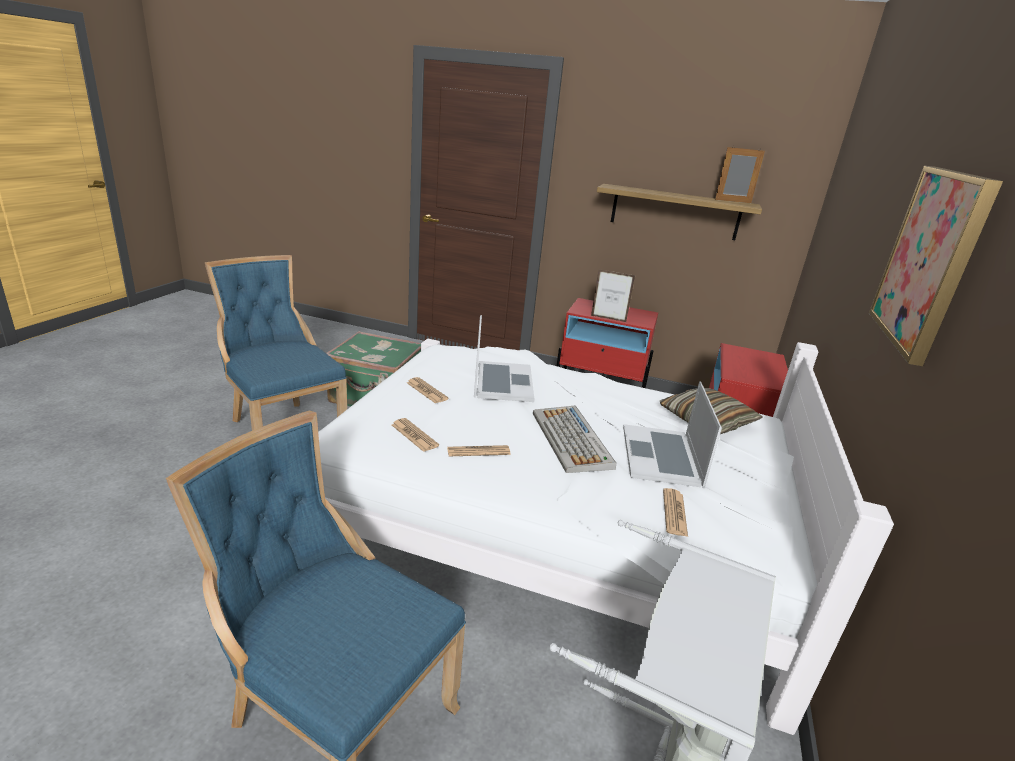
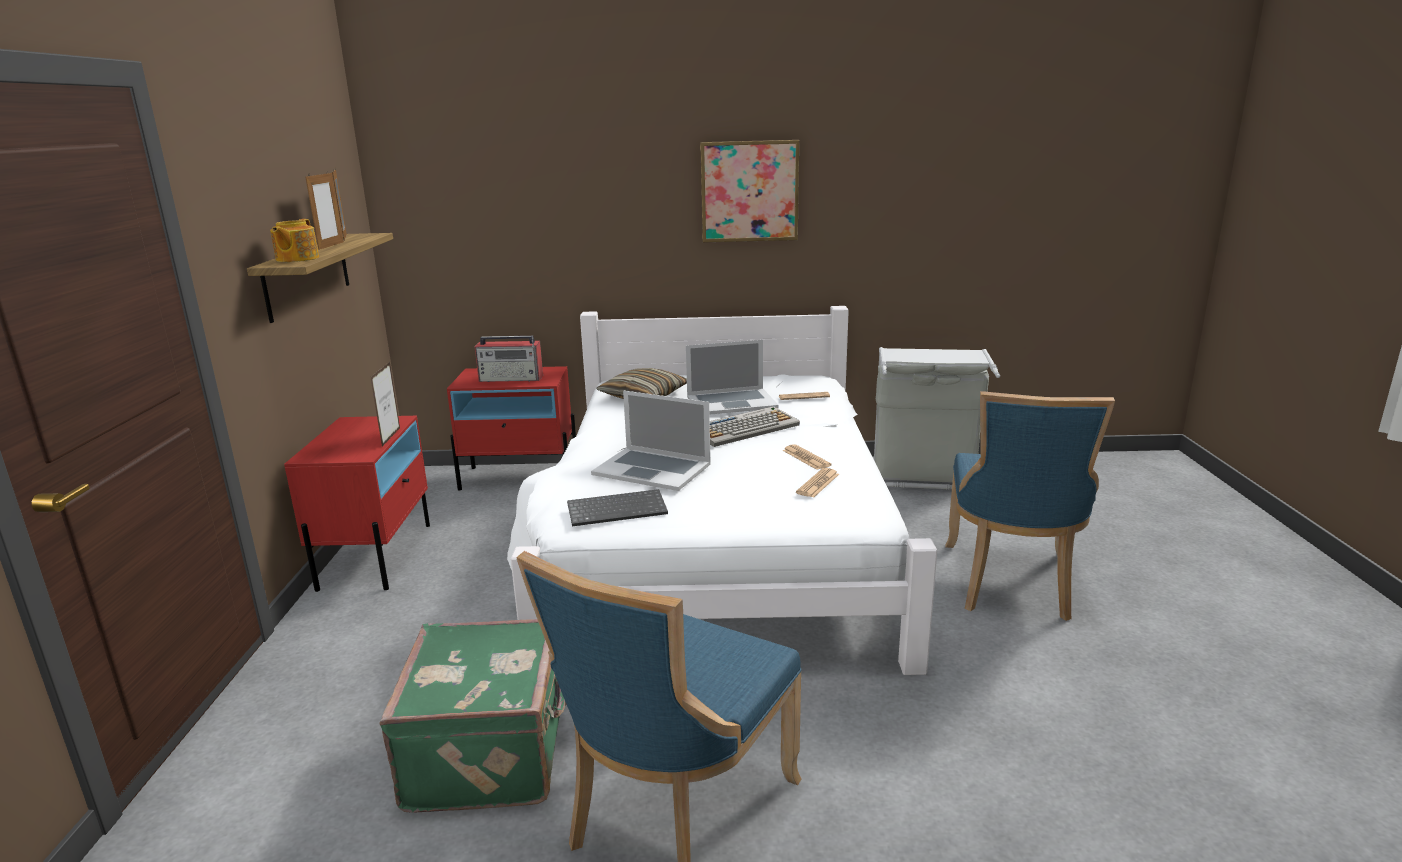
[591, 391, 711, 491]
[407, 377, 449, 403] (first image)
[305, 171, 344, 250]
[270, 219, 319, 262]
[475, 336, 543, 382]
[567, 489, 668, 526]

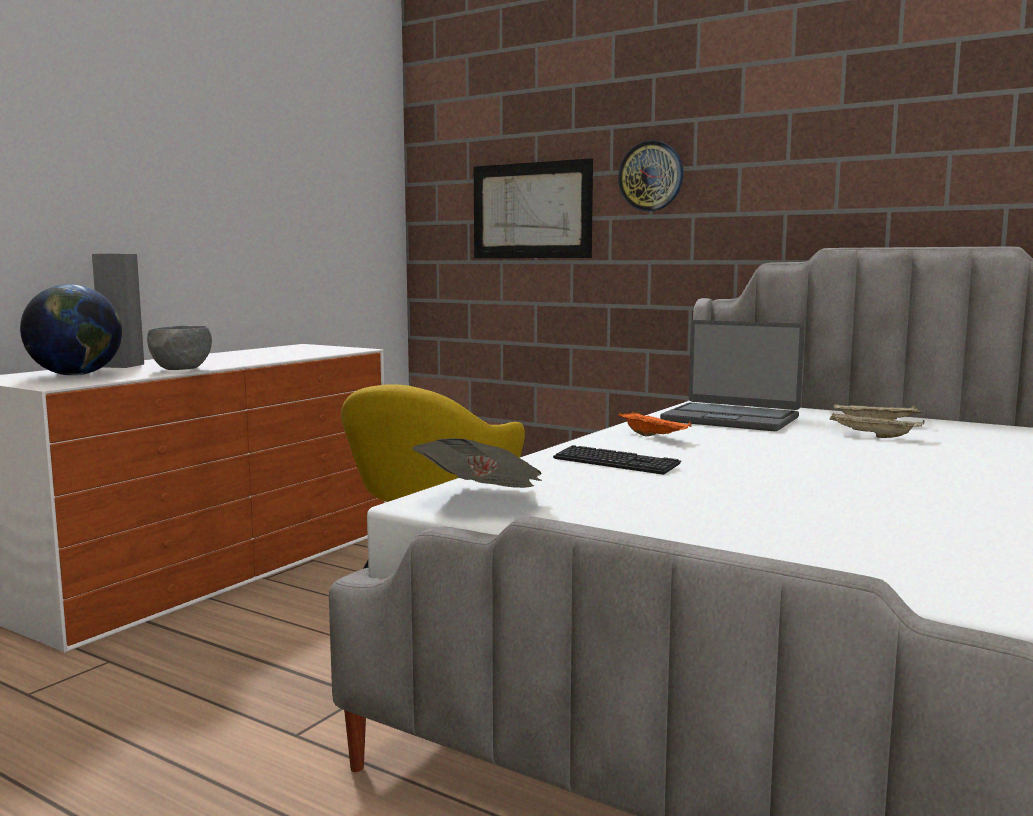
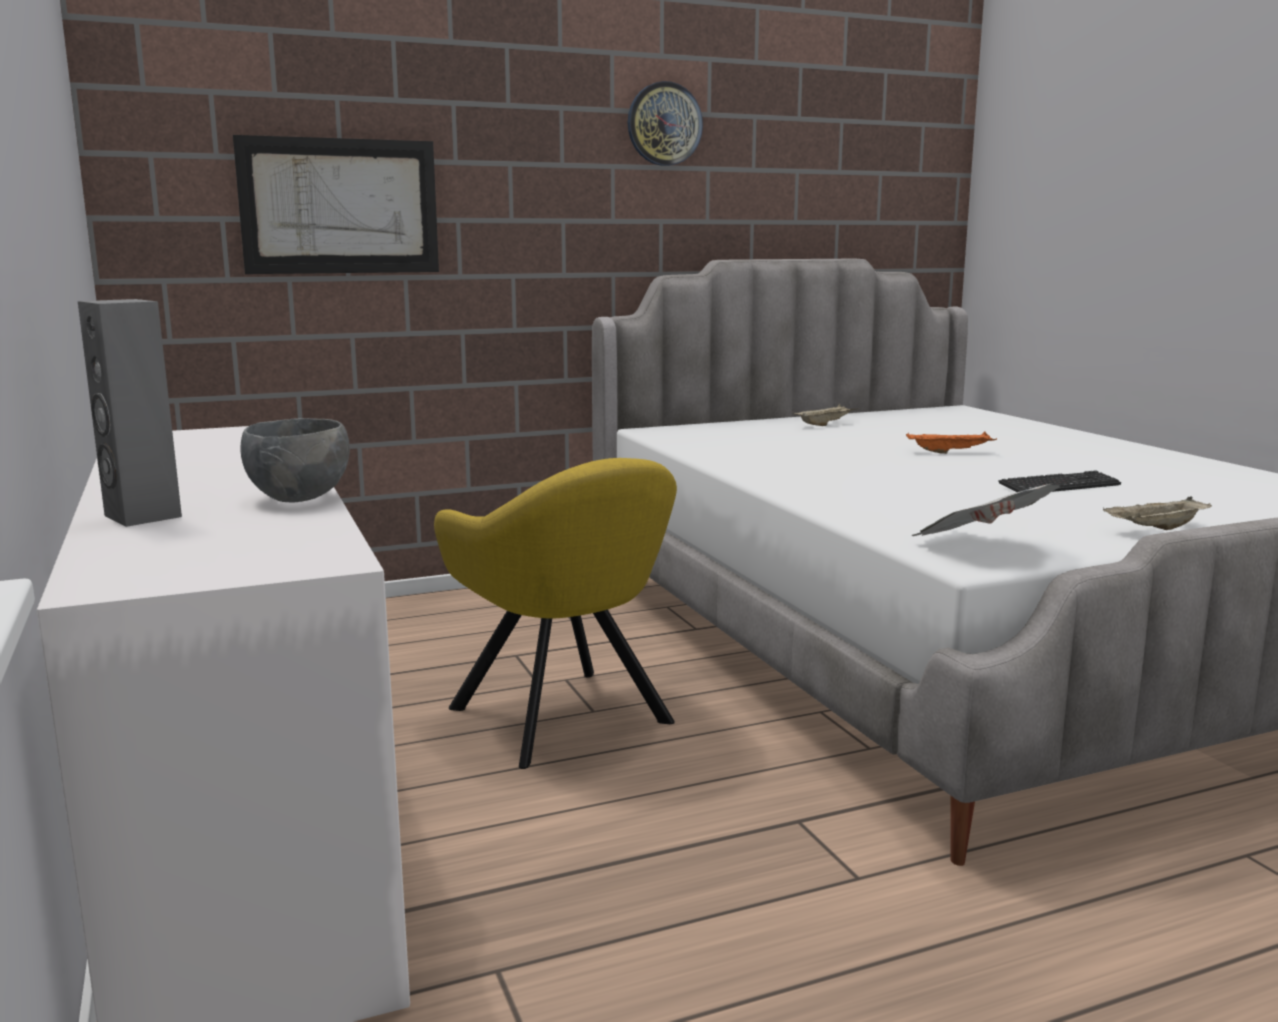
[628, 81, 703, 166]
[20, 284, 122, 376] (first image)
[660, 320, 804, 431] (first image)
[906, 432, 997, 454]
[1103, 496, 1212, 530]
[998, 470, 1121, 492]

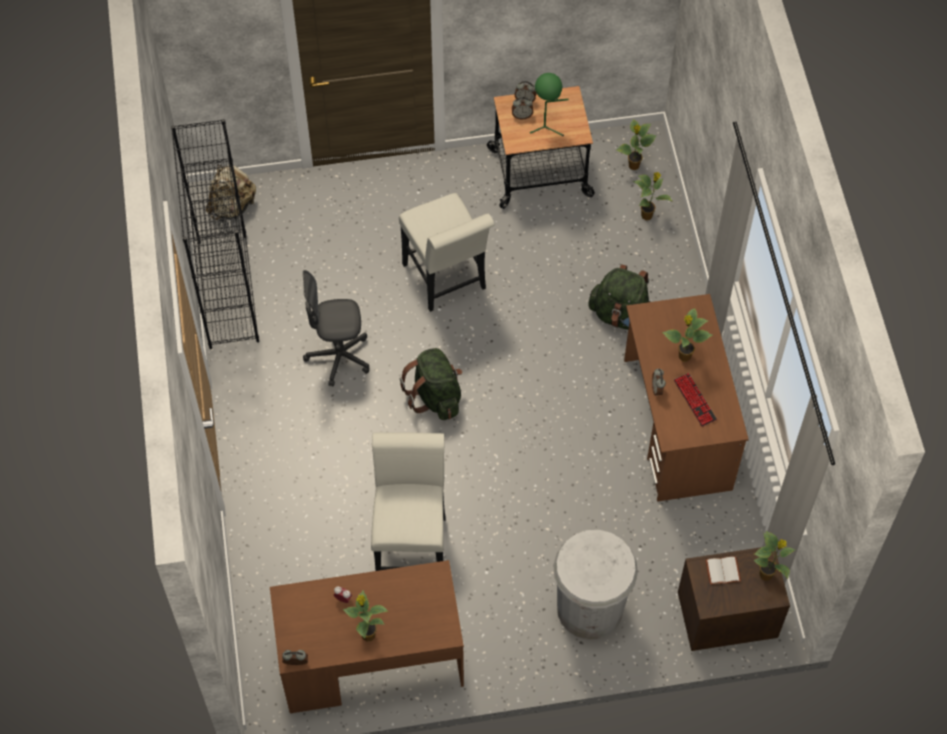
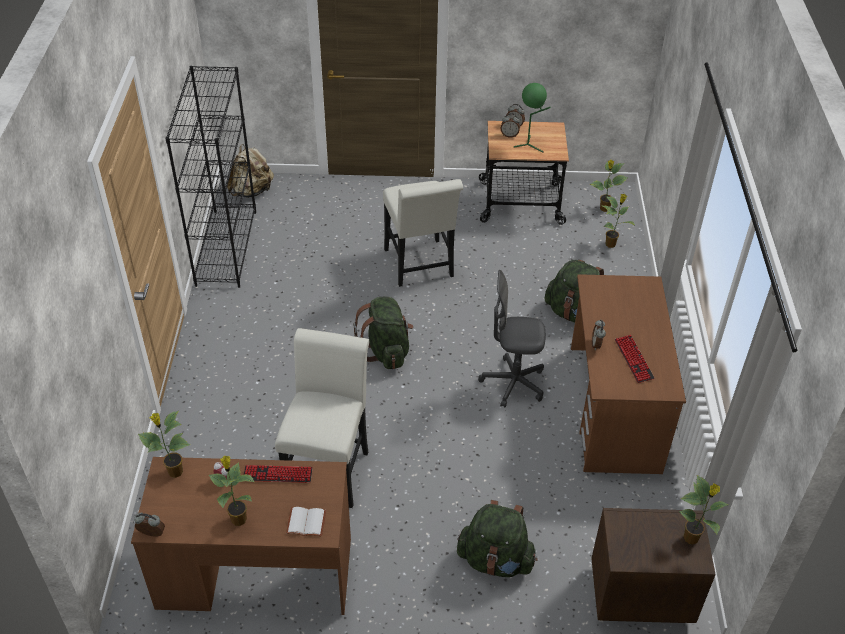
[478, 270, 545, 408]
[138, 411, 190, 478]
[457, 500, 538, 577]
[286, 507, 326, 536]
[244, 465, 313, 483]

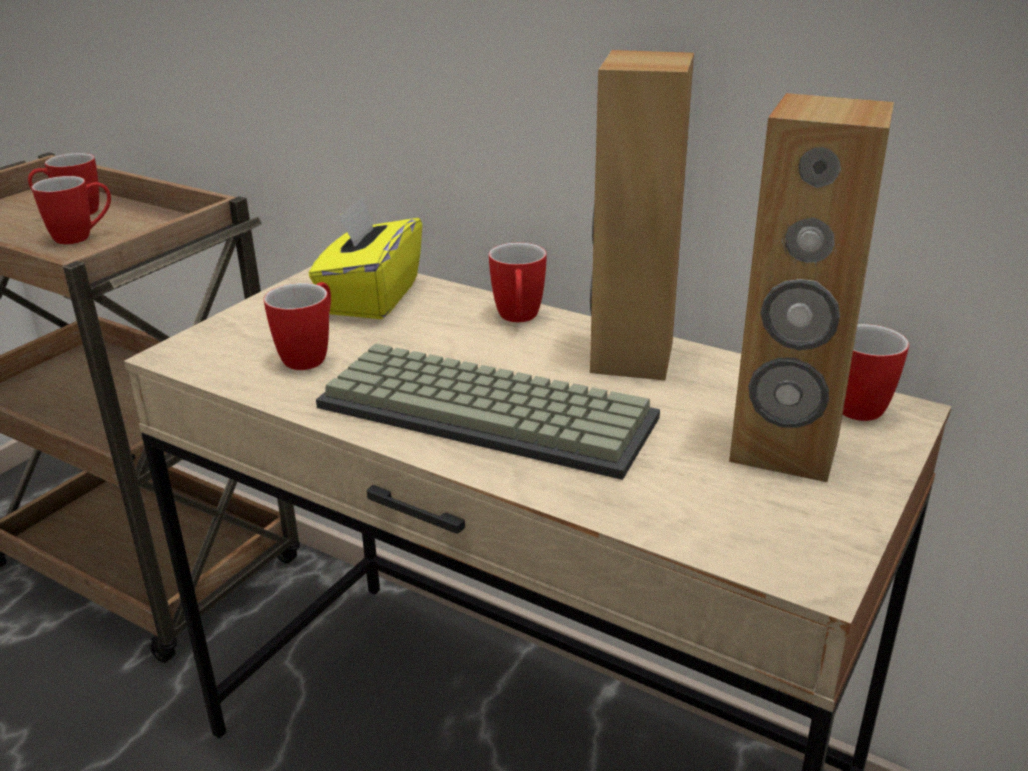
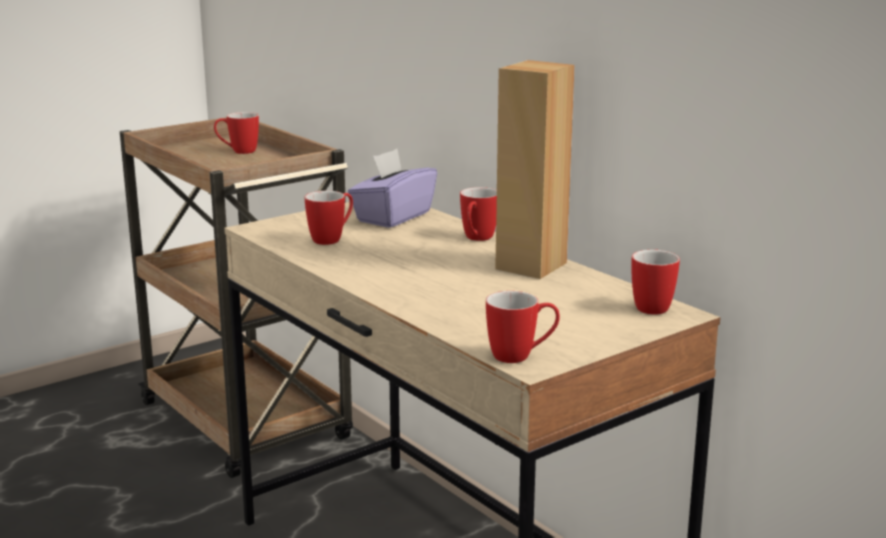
[729, 93, 894, 482] (first image)
[486, 291, 560, 363]
[348, 149, 437, 228]
[316, 343, 660, 480] (first image)

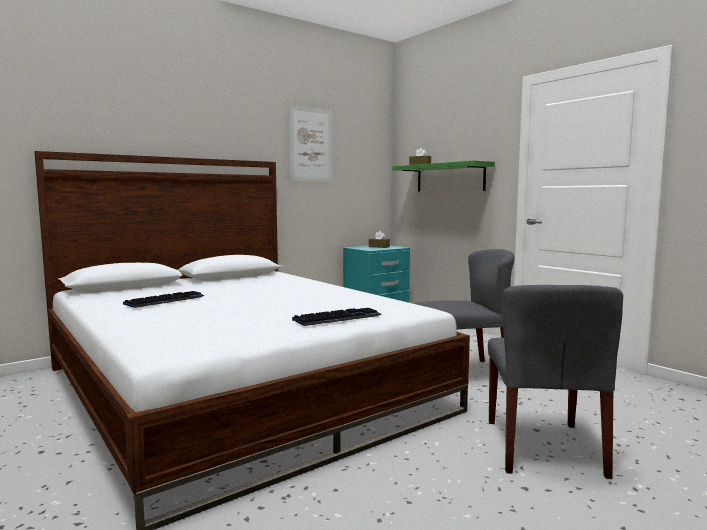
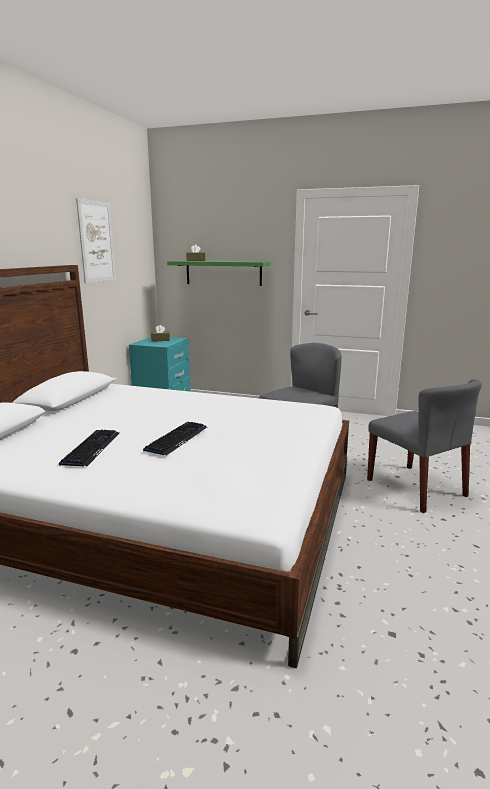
[143, 422, 207, 456]

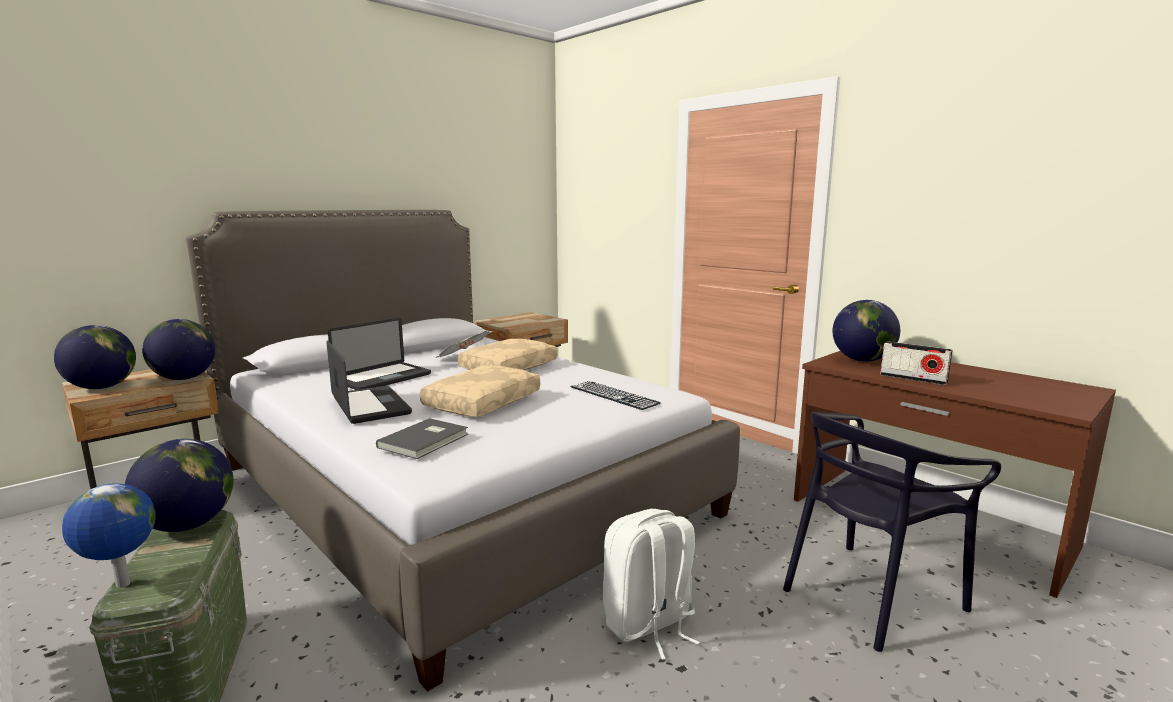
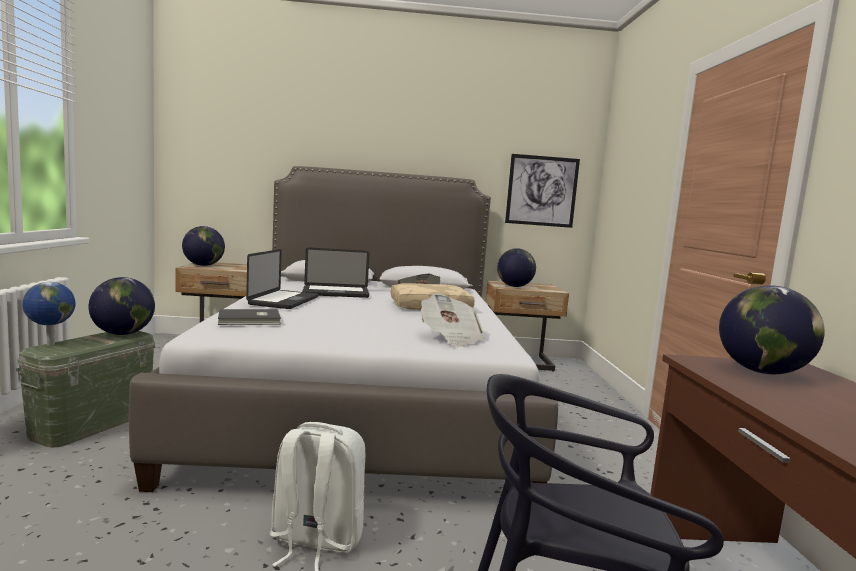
[497, 248, 536, 287]
[880, 341, 953, 385] (first image)
[420, 365, 540, 417] (first image)
[421, 294, 484, 347]
[505, 154, 580, 228]

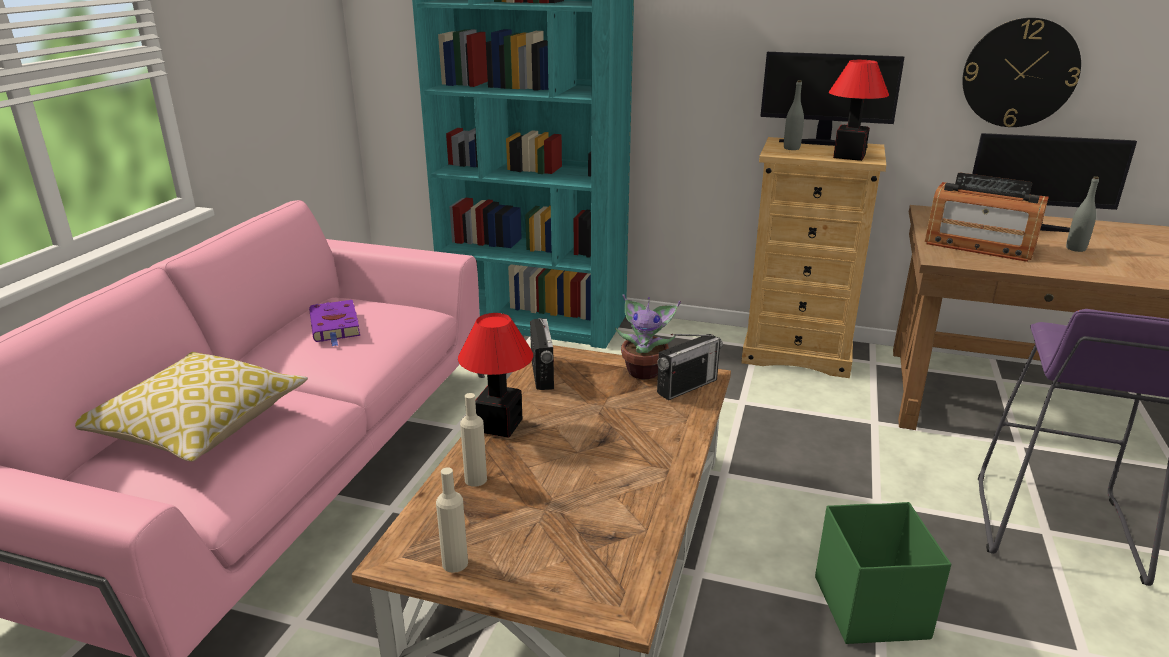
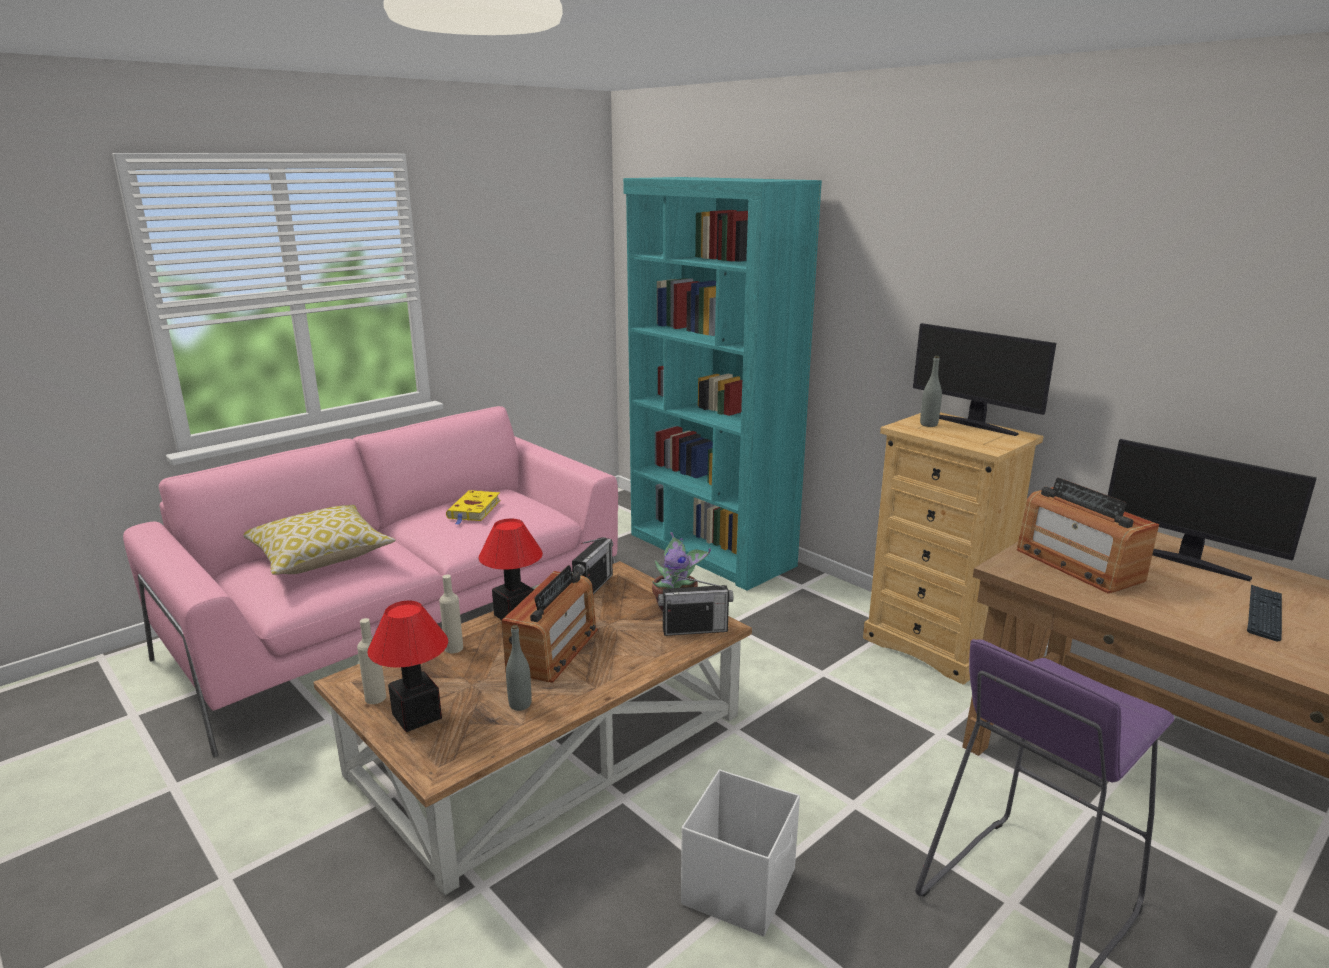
[962, 18, 1081, 127] (first image)
[367, 601, 448, 732]
[506, 625, 532, 711]
[446, 490, 501, 525]
[681, 769, 800, 937]
[502, 565, 598, 683]
[1247, 585, 1282, 642]

